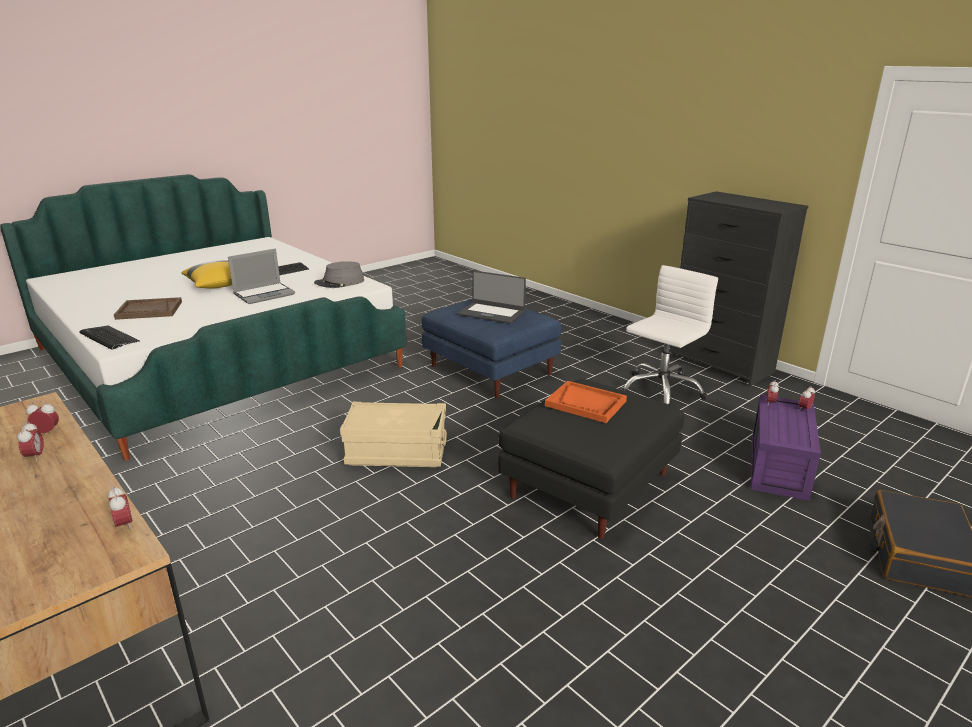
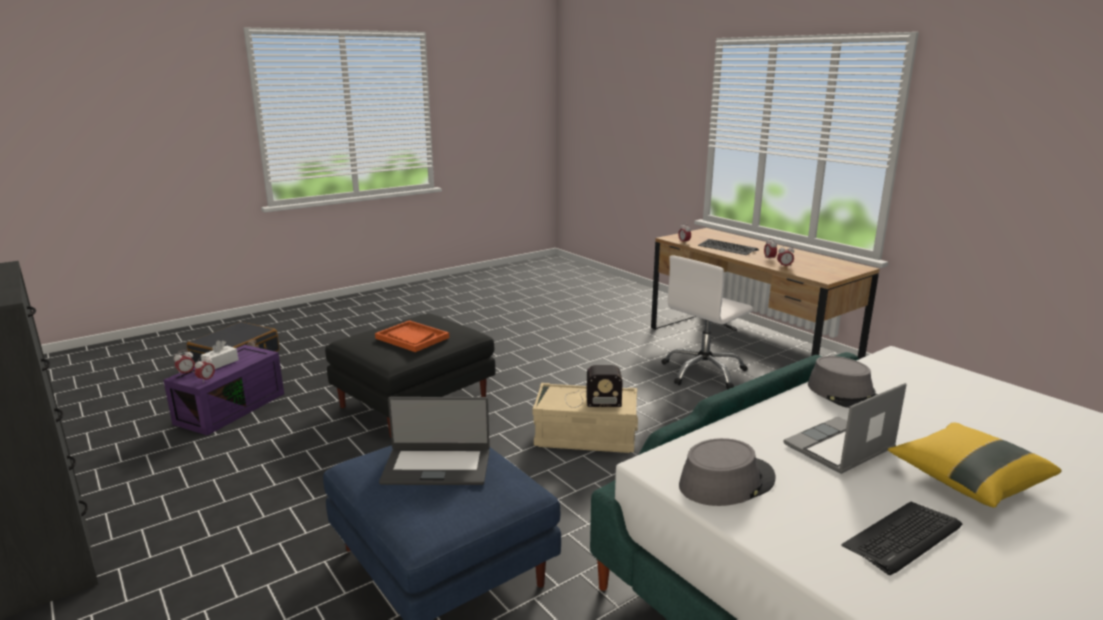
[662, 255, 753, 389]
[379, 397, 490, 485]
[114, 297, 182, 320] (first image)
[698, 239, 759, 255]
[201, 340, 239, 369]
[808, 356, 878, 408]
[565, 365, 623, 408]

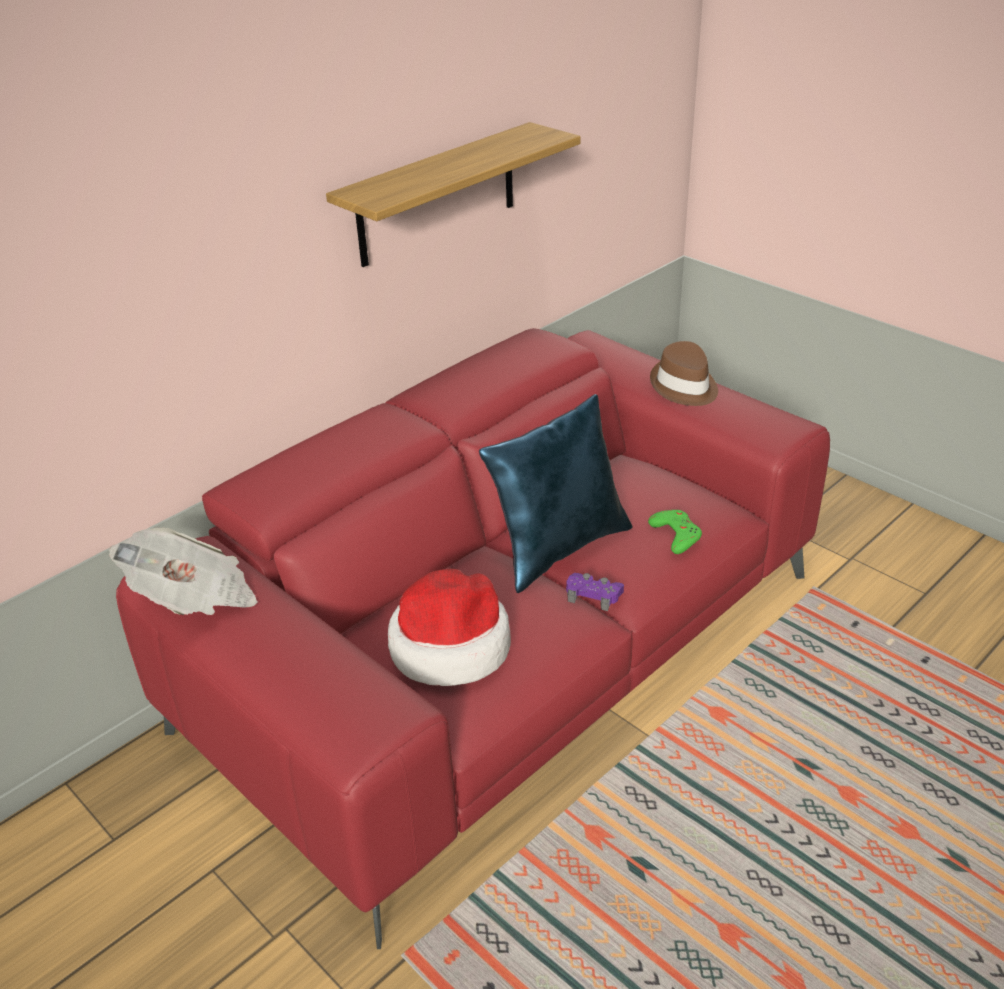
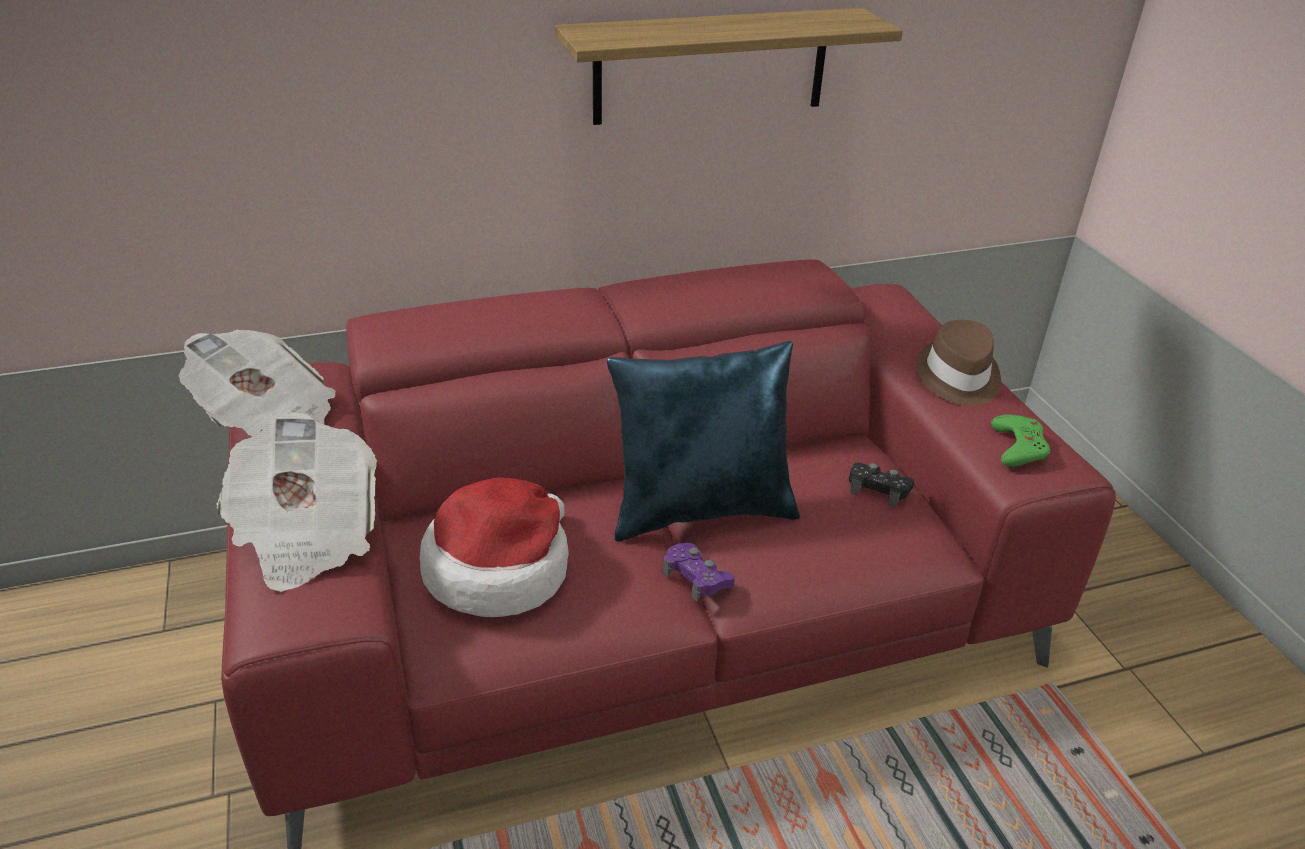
[991, 414, 1050, 467]
[217, 412, 377, 592]
[849, 462, 914, 507]

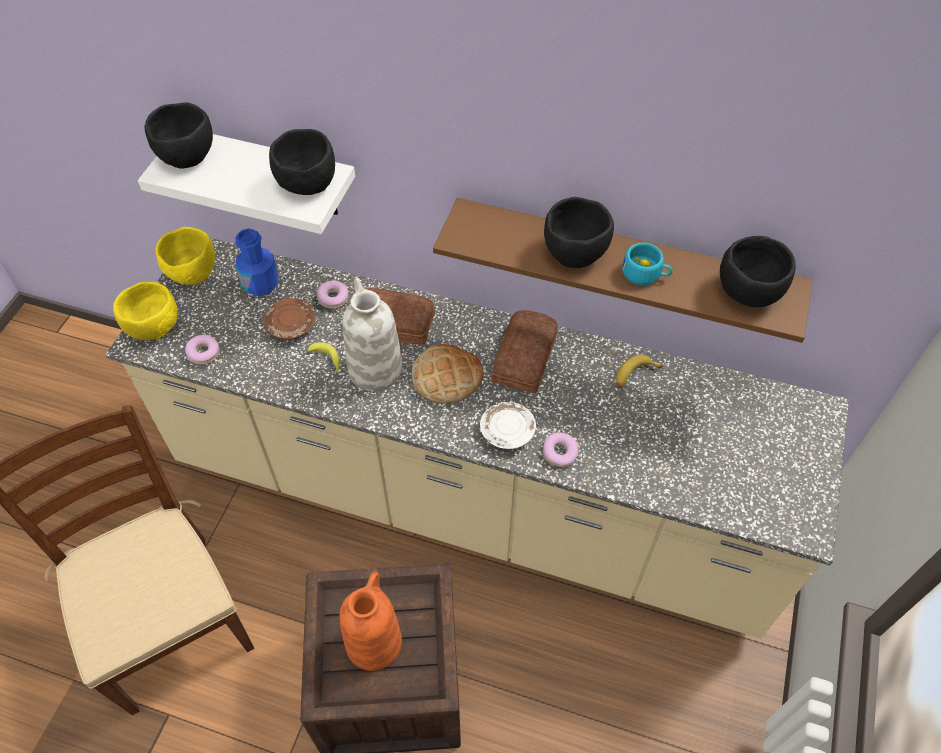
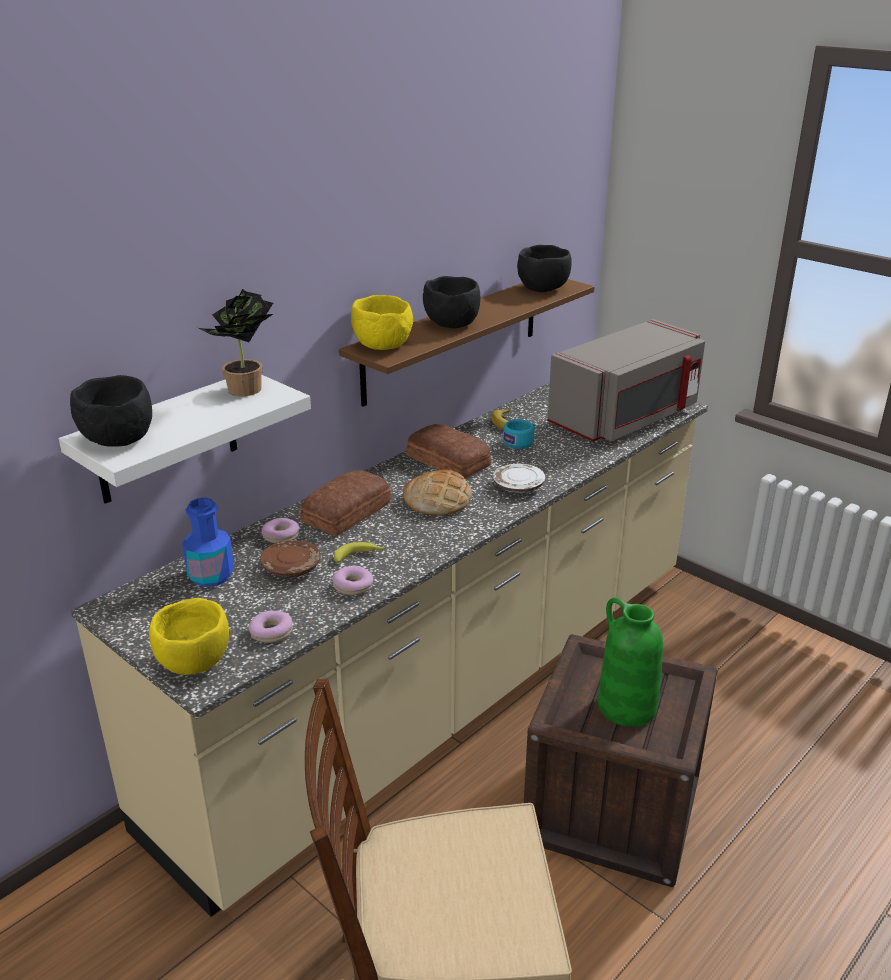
[199, 289, 273, 396]
[351, 295, 413, 350]
[503, 419, 535, 449]
[342, 278, 402, 391] (first image)
[332, 566, 373, 595]
[598, 597, 663, 727]
[548, 319, 705, 442]

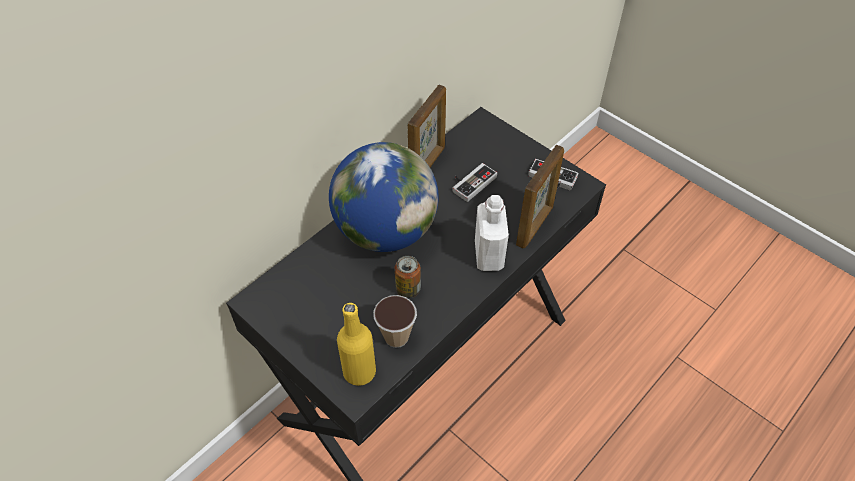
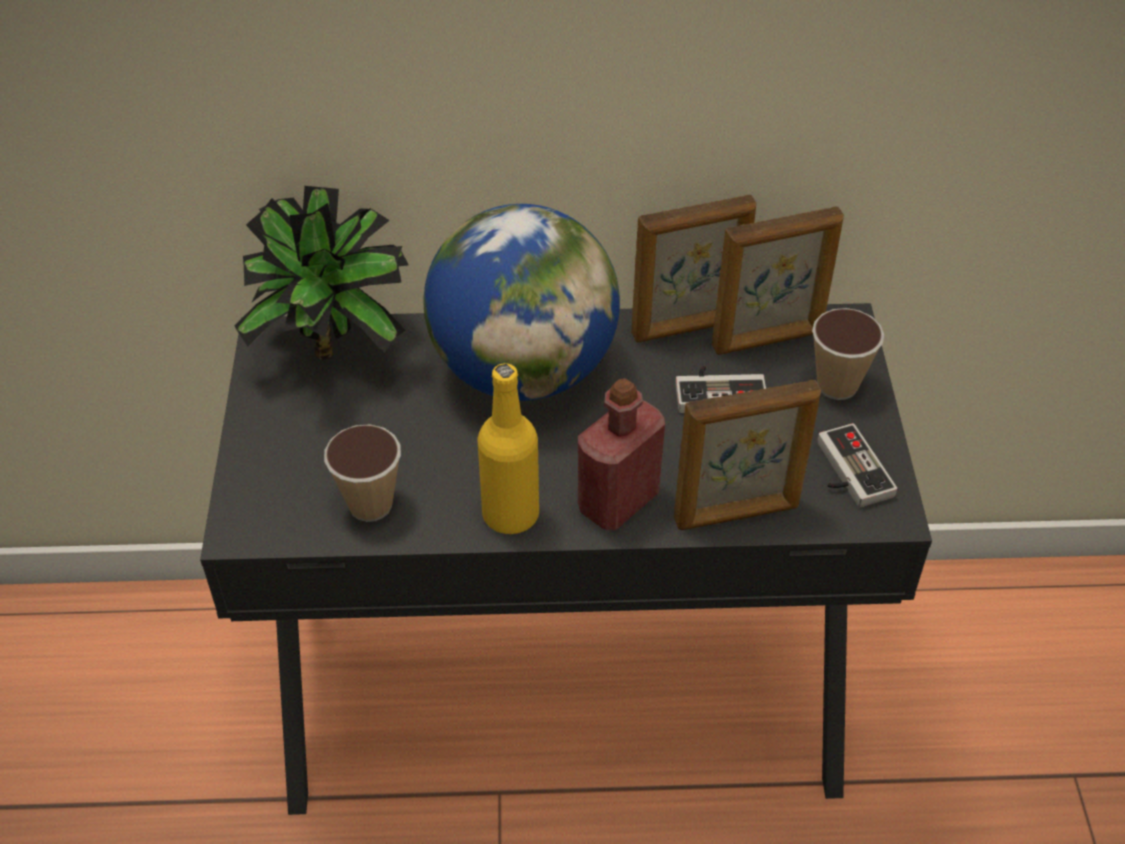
[578, 378, 665, 531]
[395, 256, 421, 298] (first image)
[478, 363, 539, 534]
[235, 186, 409, 360]
[712, 207, 844, 355]
[812, 308, 884, 400]

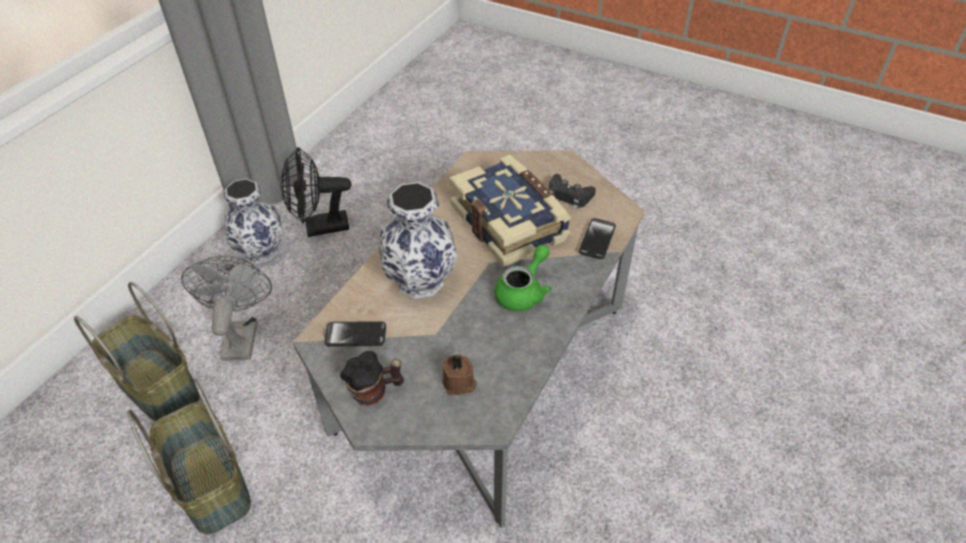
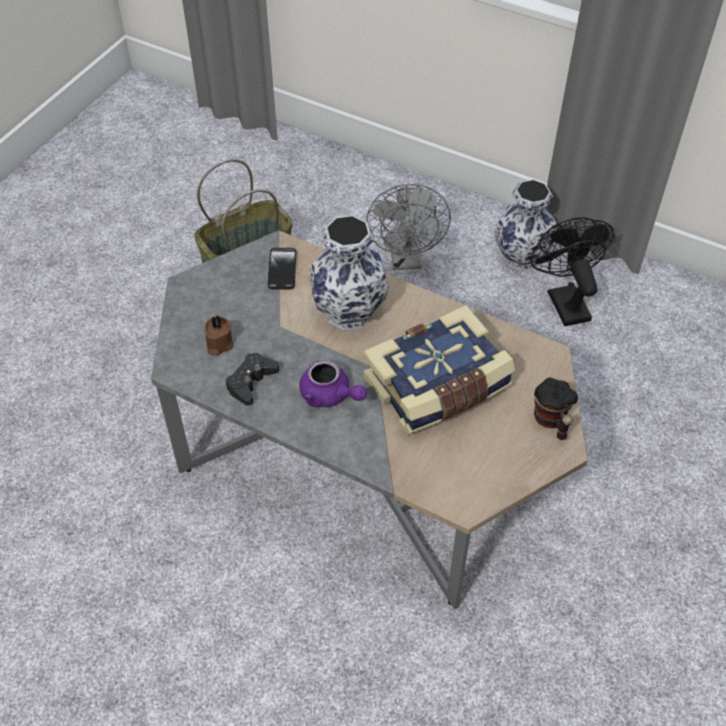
[226, 353, 279, 406]
[579, 218, 616, 259] (first image)
[299, 359, 367, 407]
[366, 184, 451, 270]
[74, 282, 200, 421] (first image)
[534, 378, 578, 440]

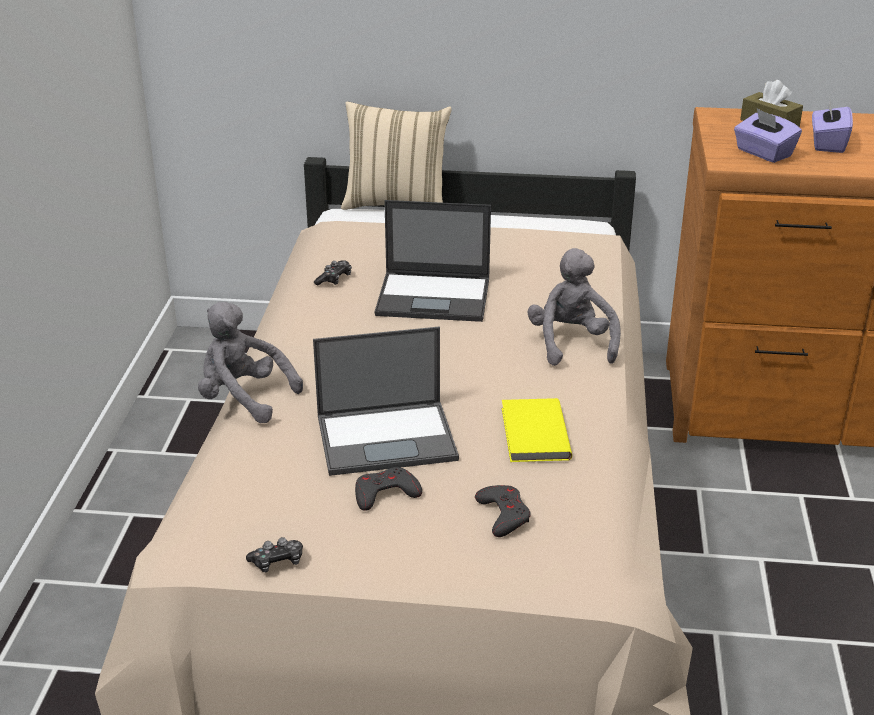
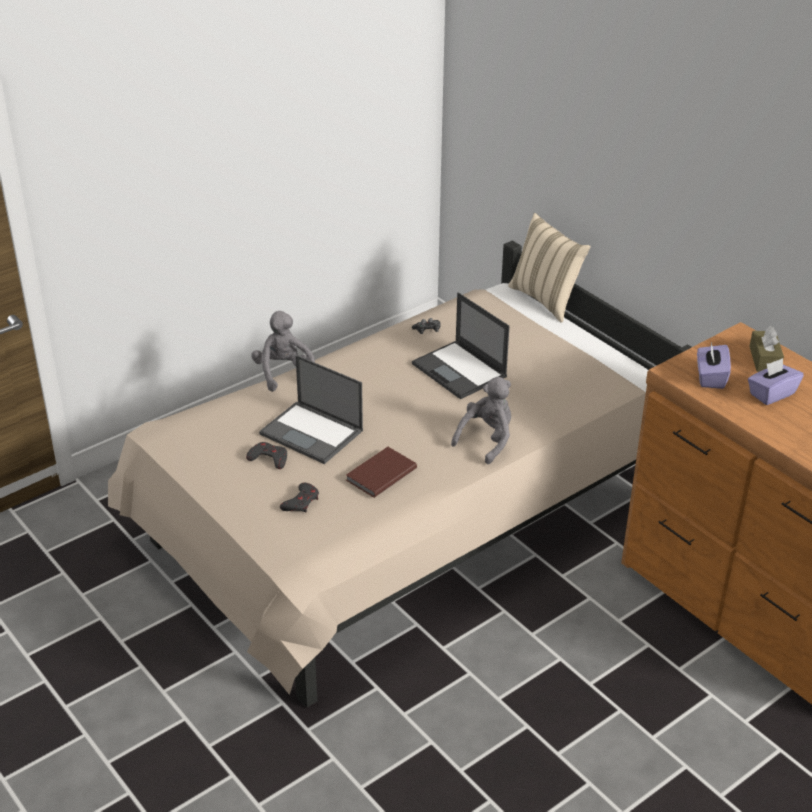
[346, 447, 417, 498]
[246, 537, 303, 572] (first image)

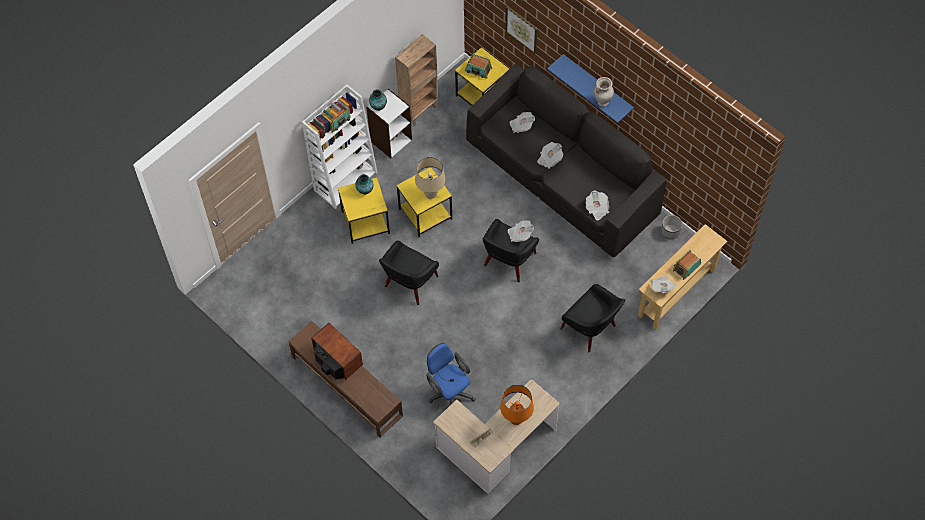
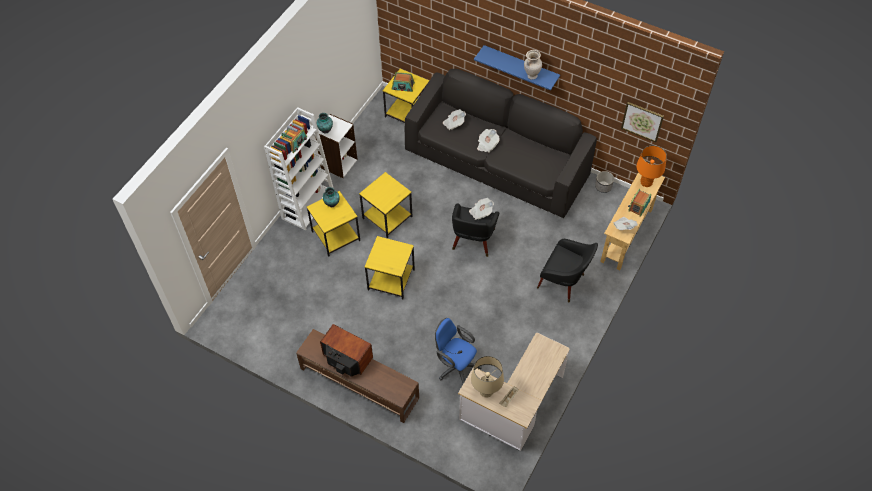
[621, 102, 664, 142]
[395, 34, 438, 126] (first image)
[471, 356, 504, 398]
[586, 190, 609, 220] (first image)
[365, 236, 415, 299]
[636, 145, 667, 187]

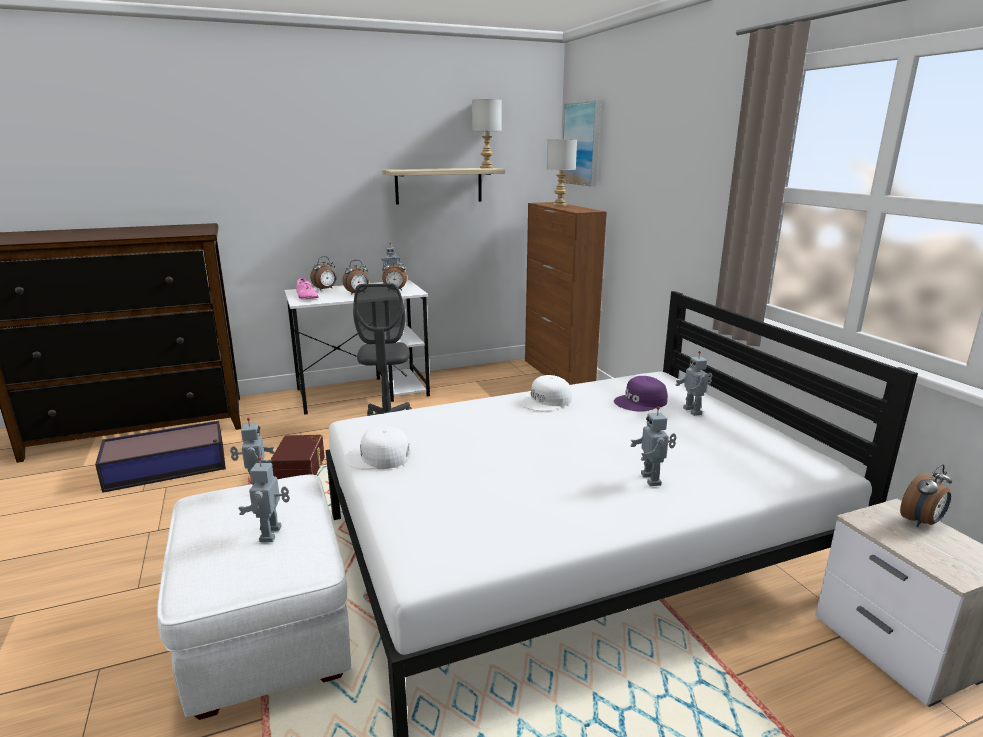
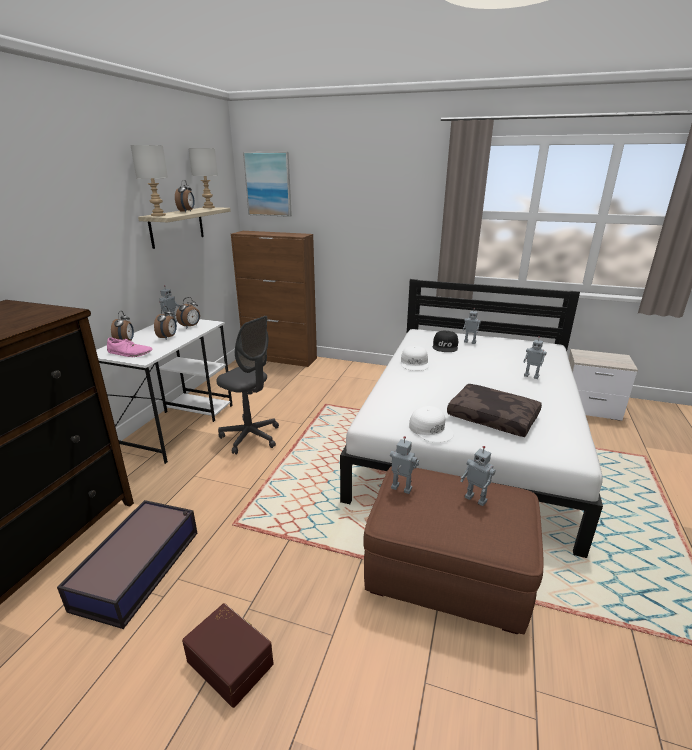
[130, 145, 168, 216]
[433, 331, 458, 352]
[409, 406, 454, 443]
[182, 603, 274, 708]
[175, 180, 195, 212]
[363, 466, 543, 634]
[447, 384, 542, 437]

